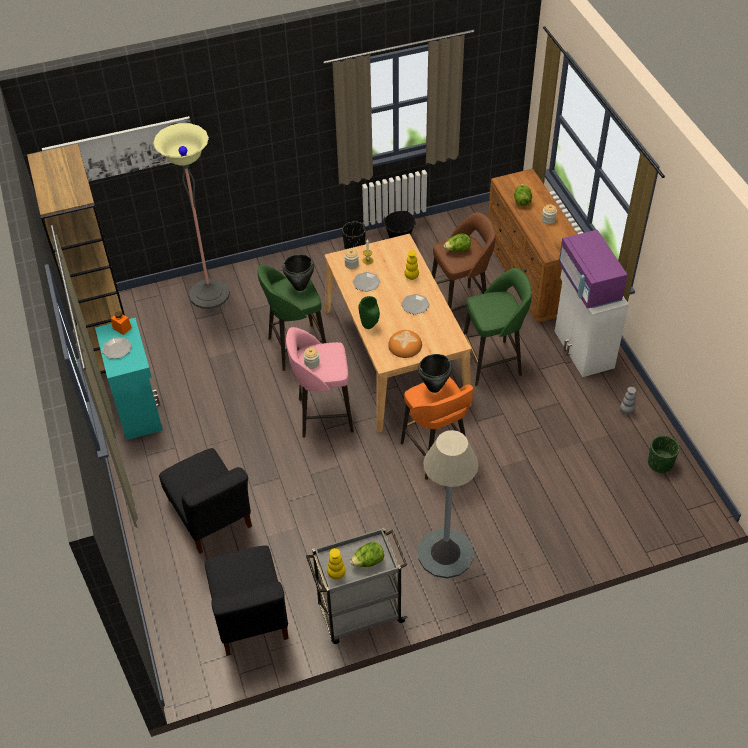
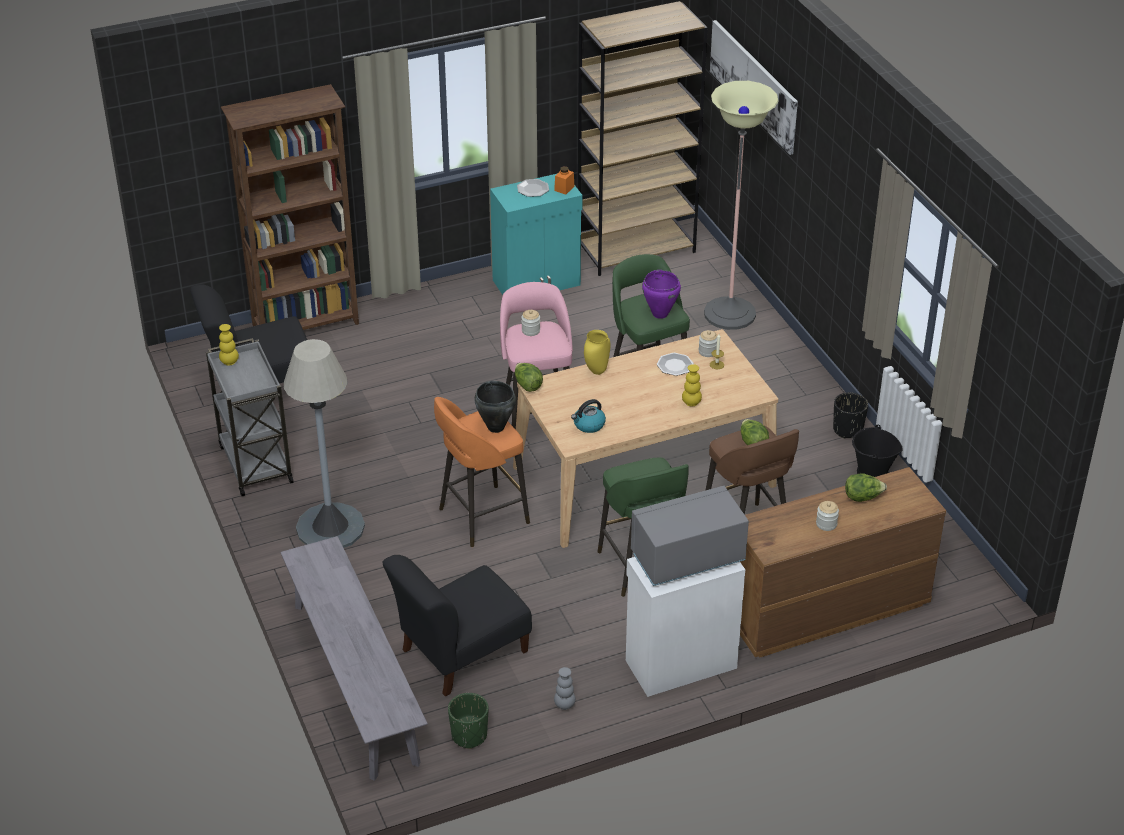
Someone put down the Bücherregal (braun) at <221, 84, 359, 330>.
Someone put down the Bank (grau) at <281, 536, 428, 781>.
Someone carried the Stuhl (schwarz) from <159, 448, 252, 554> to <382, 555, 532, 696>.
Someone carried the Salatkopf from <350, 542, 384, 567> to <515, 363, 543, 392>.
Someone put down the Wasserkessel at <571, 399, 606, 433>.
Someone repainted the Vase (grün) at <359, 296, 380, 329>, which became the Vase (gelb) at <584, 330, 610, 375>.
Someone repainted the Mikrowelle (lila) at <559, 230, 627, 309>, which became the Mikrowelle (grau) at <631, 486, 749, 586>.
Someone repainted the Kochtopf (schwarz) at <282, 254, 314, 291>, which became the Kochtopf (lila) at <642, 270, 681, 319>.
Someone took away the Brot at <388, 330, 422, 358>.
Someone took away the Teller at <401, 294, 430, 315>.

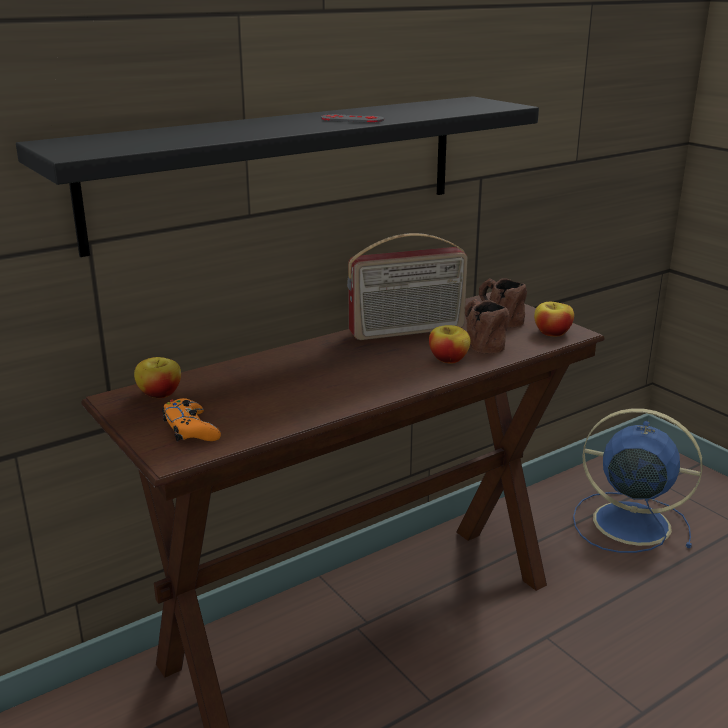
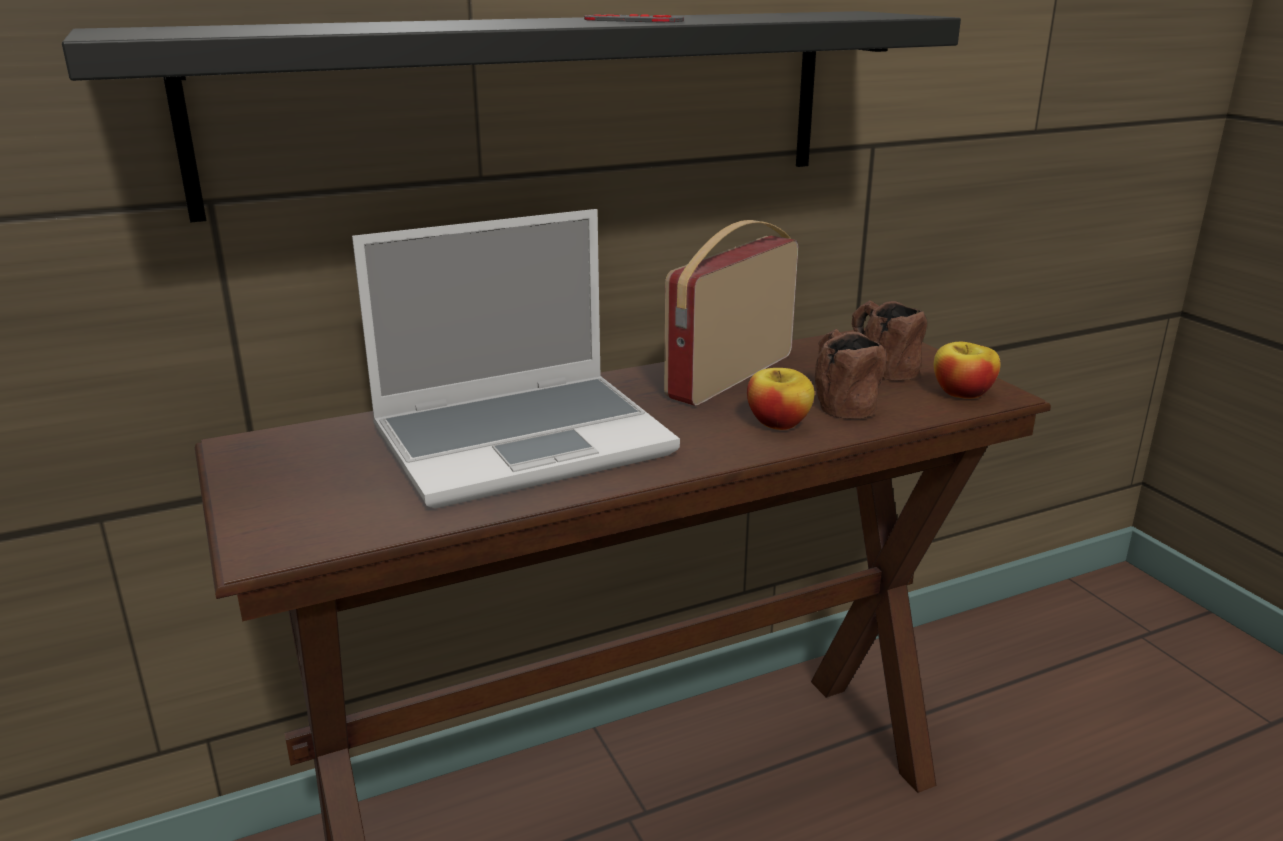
Someone put down the Laptop at <352, 209, 680, 509>.
Someone rotated the Radio at <347, 233, 468, 340> by 135 degrees clockwise.
Someone took away the Apfel at <134, 357, 181, 398>.
Someone took away the Gamepad (orange) at <162, 398, 221, 441>.
Someone took away the Ventilator (blau) at <573, 408, 703, 553>.

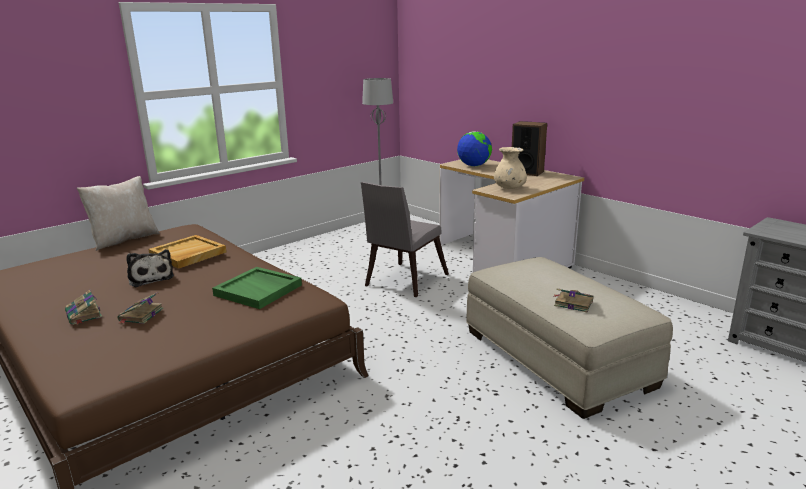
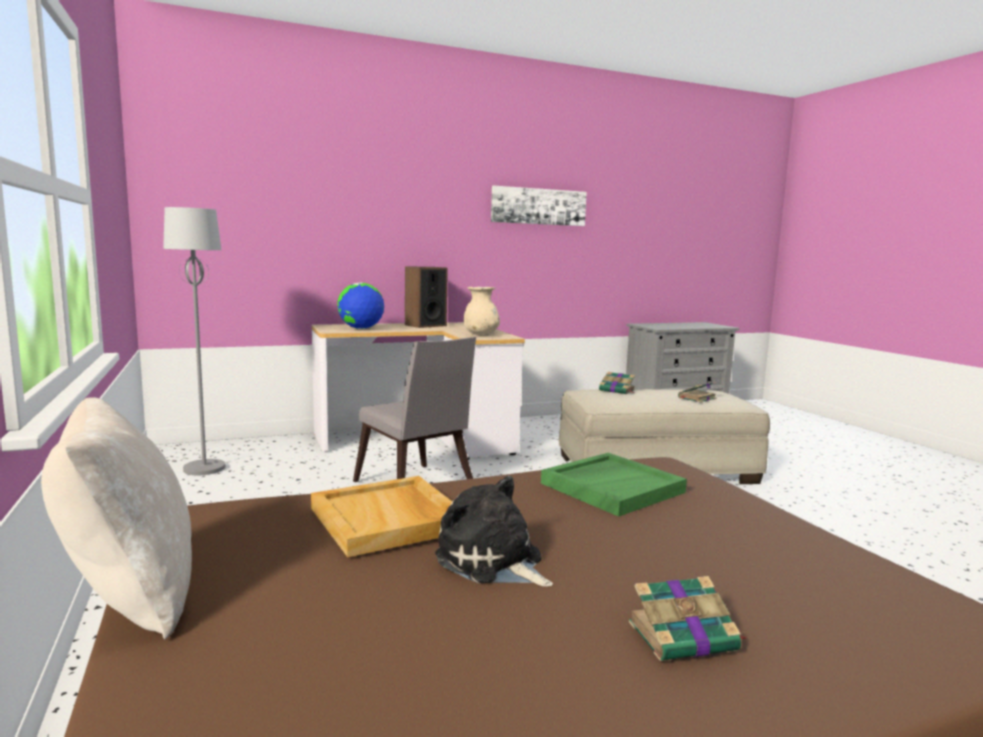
Someone rotated the Plüschtier at <127, 249, 174, 287> by 120 degrees counterclockwise.
Someone put up the Bild at <491, 186, 587, 226>.
Someone carried the Buch from <118, 292, 164, 324> to <599, 372, 635, 394>.

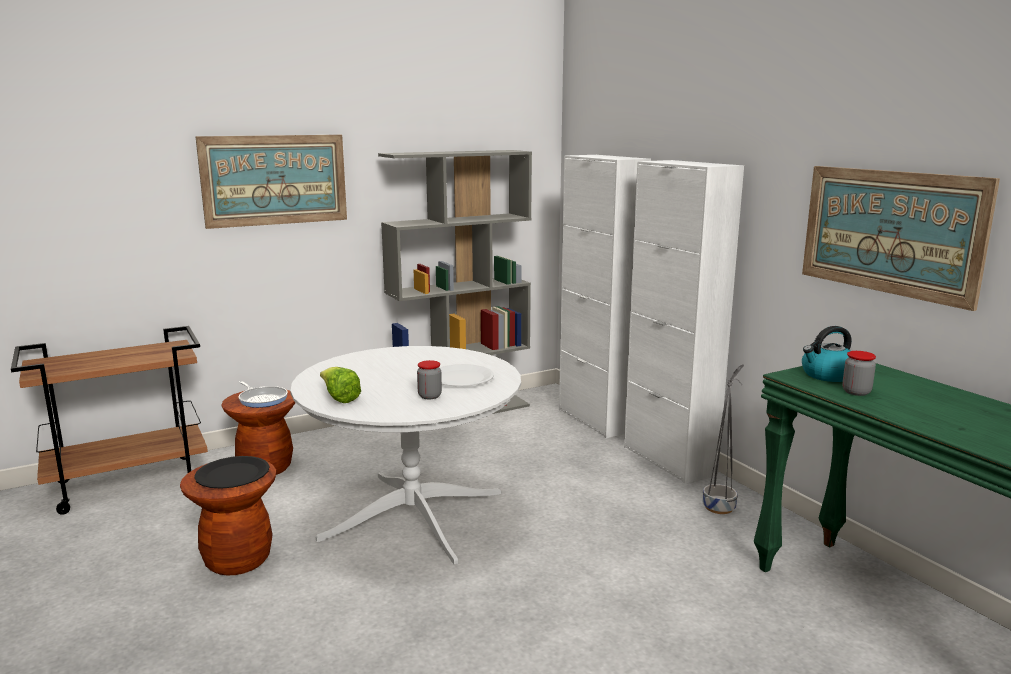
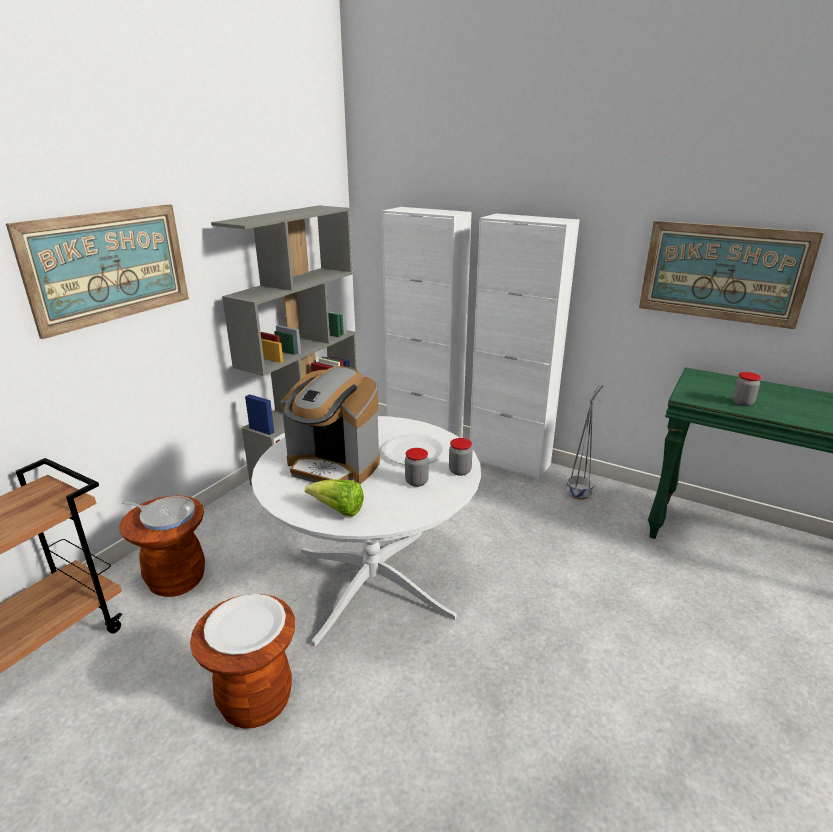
Someone repainted the Teller (schwarz) at <194, 456, 270, 489>, which became the Teller (weiß) at <204, 594, 286, 655>.
Someone put down the Kaffeemaschine at <281, 366, 380, 484>.
Someone put down the Vorratsglas at <449, 438, 473, 476>.
Someone took away the Wasserkessel at <802, 326, 852, 382>.

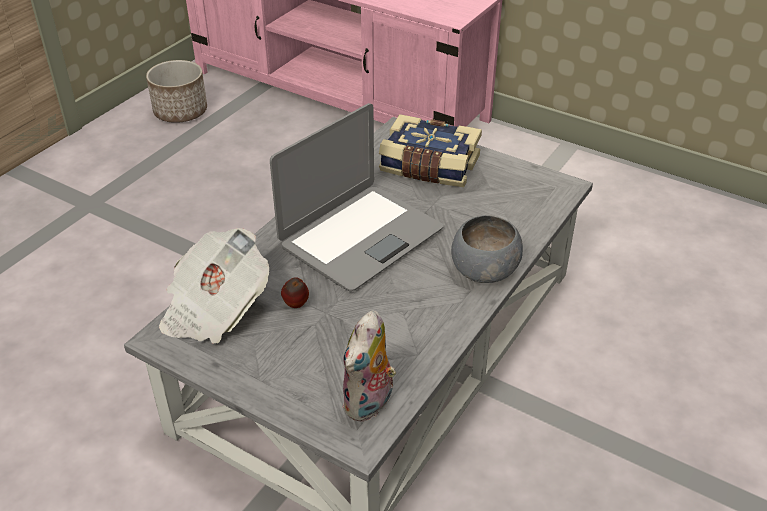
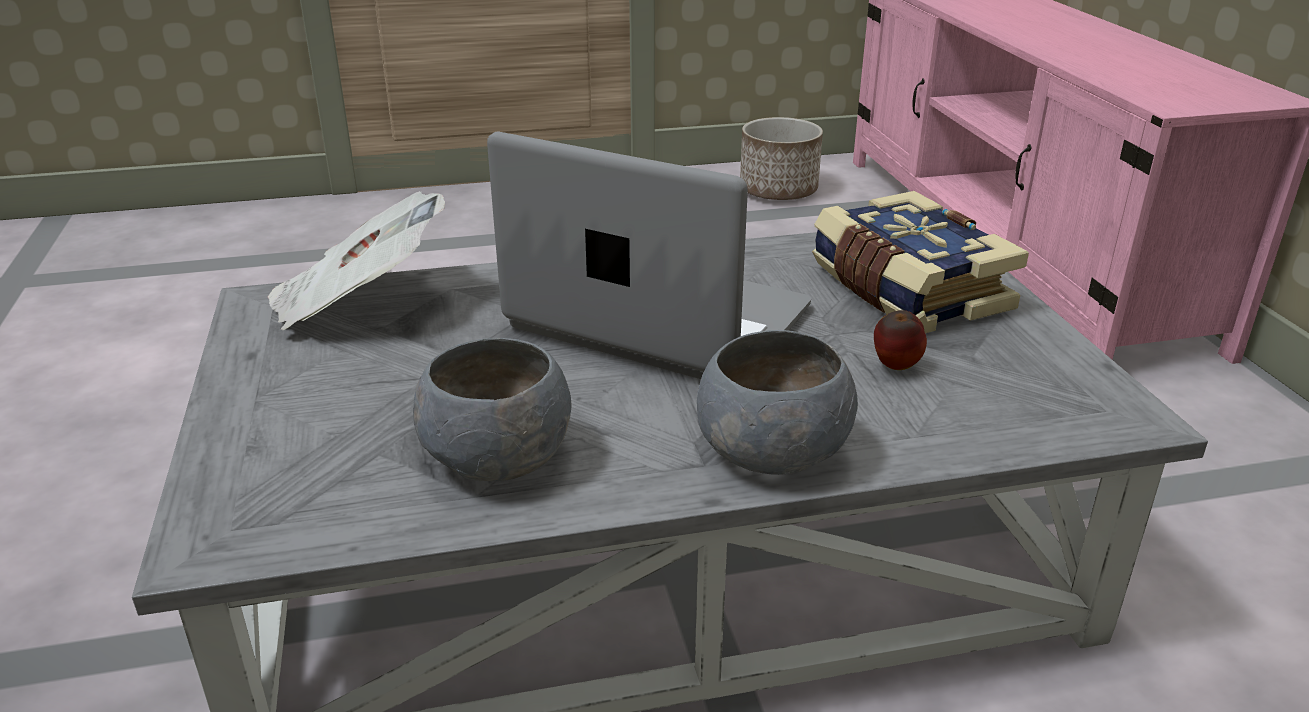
Someone put down the Schüssel (grau) at <413, 338, 572, 481>.
Someone rotated the Laptop at <270, 103, 444, 291> by 150 degrees counterclockwise.
Someone carried the Apfel from <281, 277, 309, 308> to <874, 310, 927, 370>.
Someone took away the Plüschtier at <342, 311, 396, 422>.

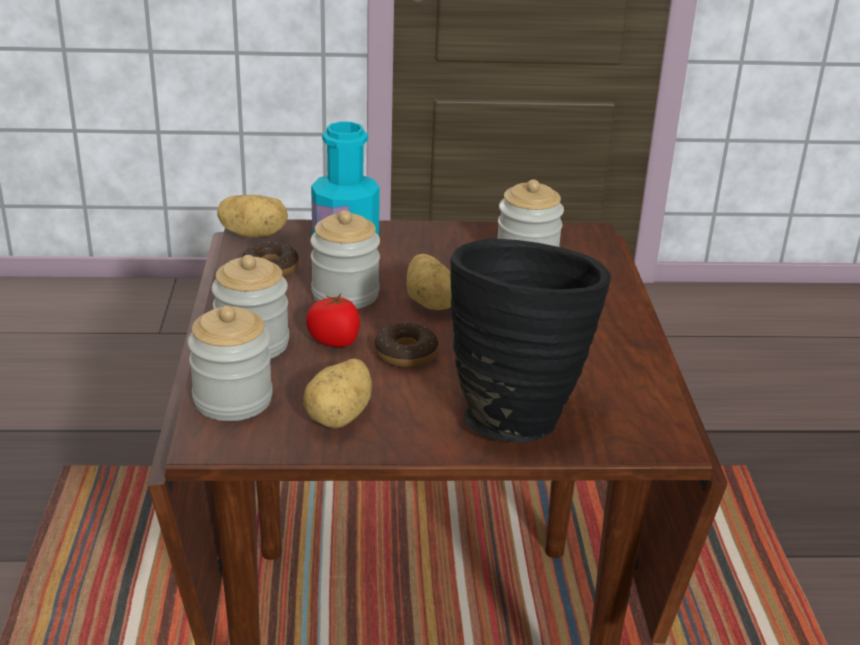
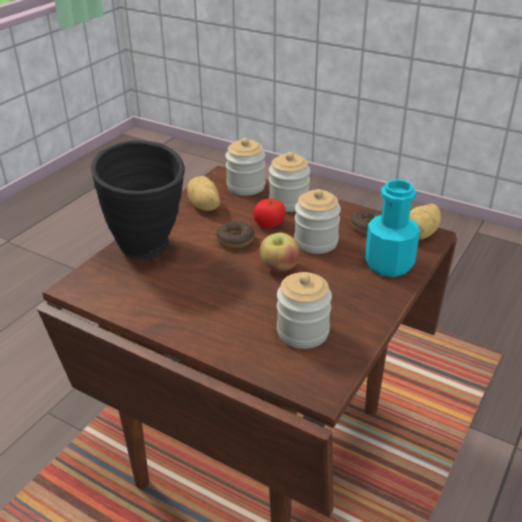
Someone swapped the Kartoffel at <406, 254, 452, 310> for the Apfel at <260, 233, 300, 272>.

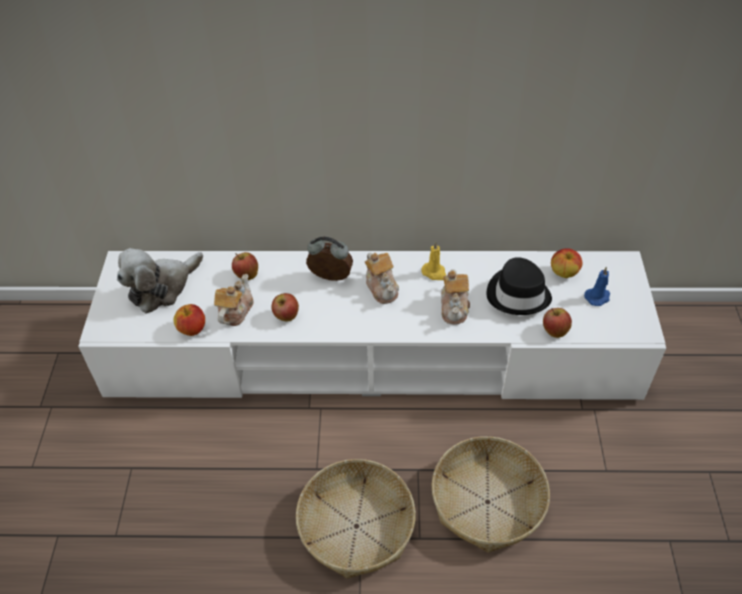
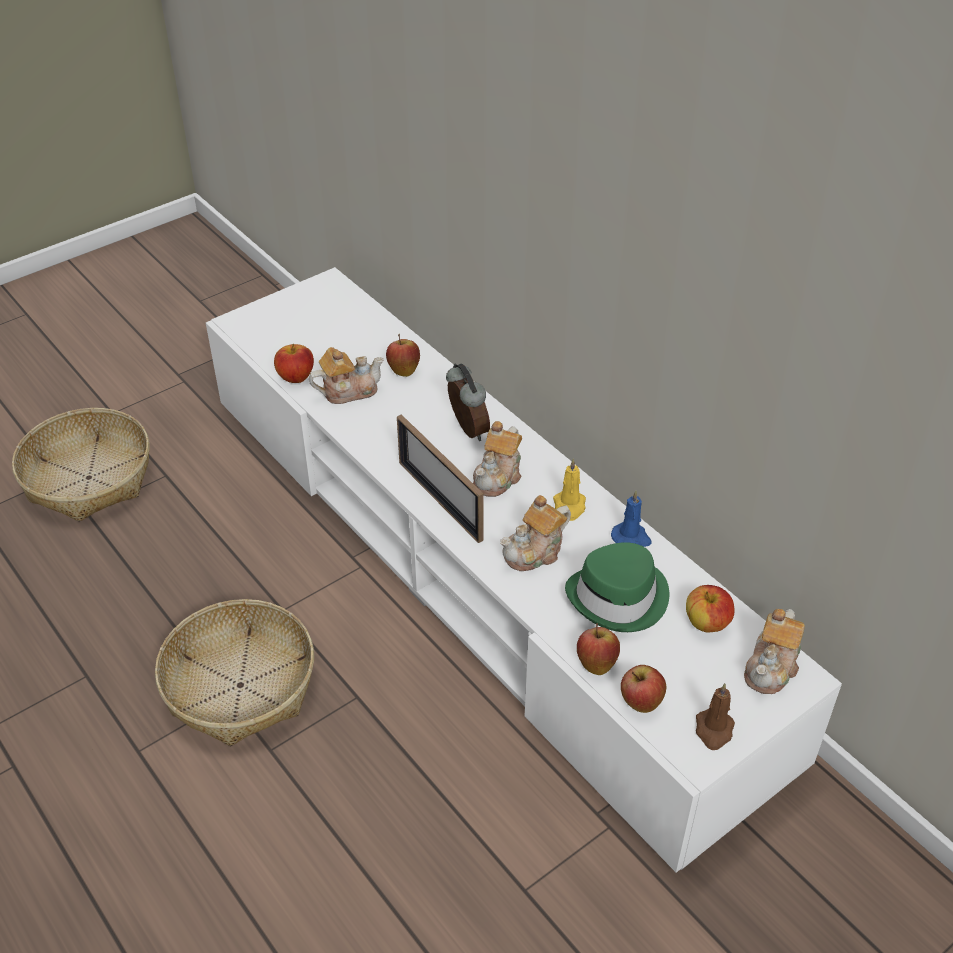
Someone carried the Korb from <432, 436, 550, 553> to <12, 408, 150, 521>.
Someone put down the Bilderrahmen at <397, 414, 484, 543>.
Someone repainted the Hut (schwarz) at <487, 257, 552, 315>, which became the Hut (grün) at <565, 542, 669, 632>.
Someone carried the Kerze (blau) from <584, 267, 610, 306> to <611, 491, 652, 547>.
Someone carried the Apfel from <271, 293, 299, 321> to <621, 665, 666, 713>.
Someone put down the Kerze (braun) at <696, 683, 735, 750>.
Someone put down the Teekanne at <744, 609, 805, 694>.
Someone took away the Plüschtier at <117, 248, 203, 313>.

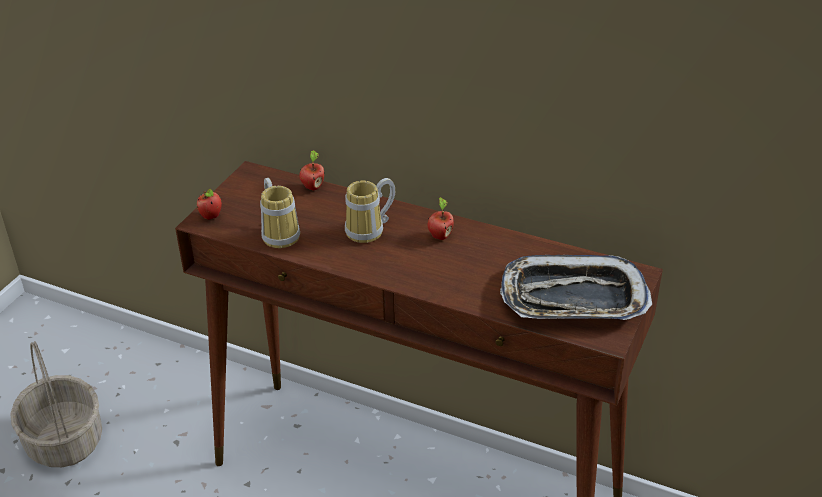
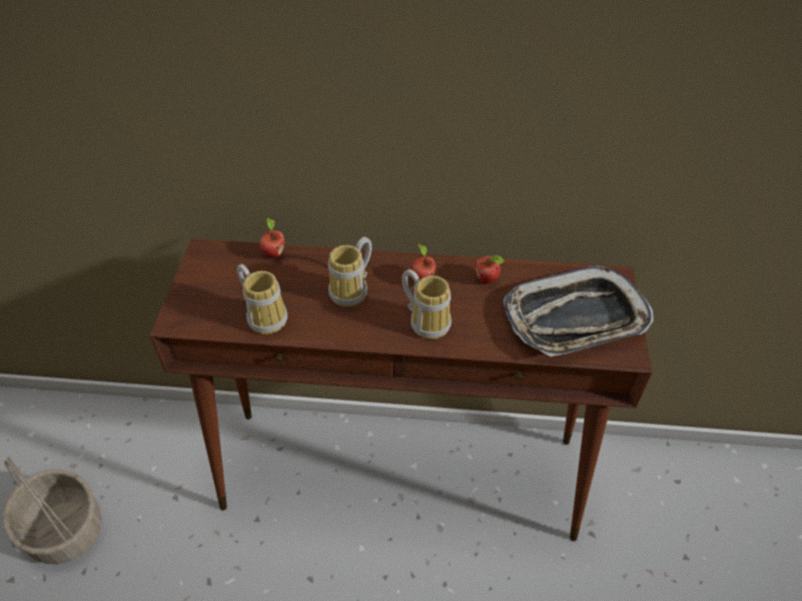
Someone put down the Henkelbecher at <402, 269, 451, 339>.
Someone carried the Apfel from <197, 189, 222, 220> to <475, 255, 505, 284>.

